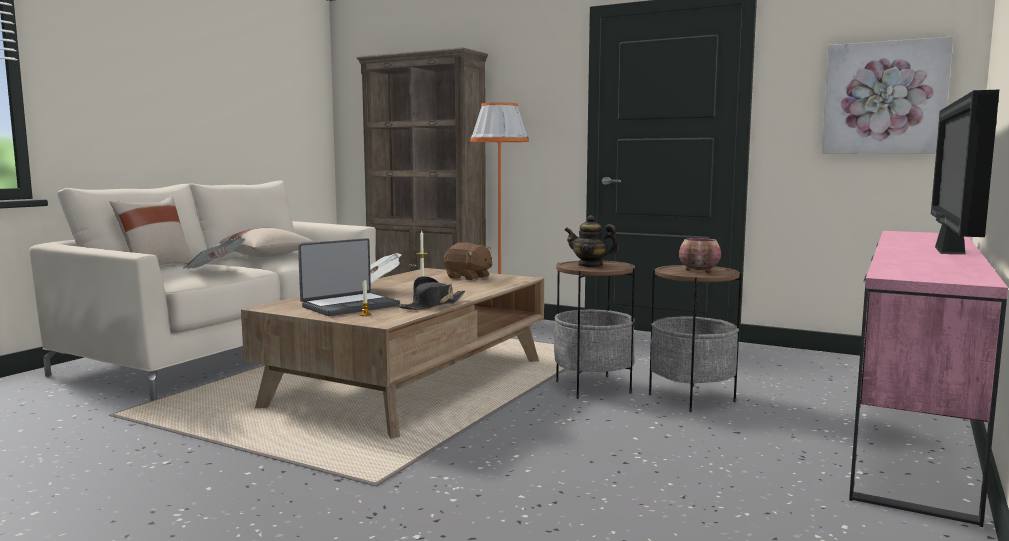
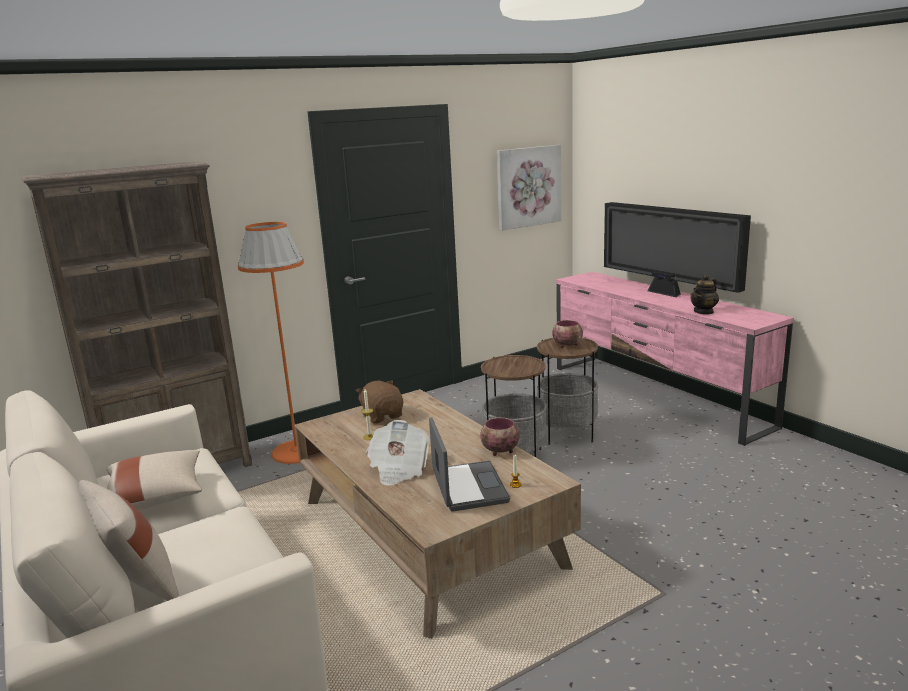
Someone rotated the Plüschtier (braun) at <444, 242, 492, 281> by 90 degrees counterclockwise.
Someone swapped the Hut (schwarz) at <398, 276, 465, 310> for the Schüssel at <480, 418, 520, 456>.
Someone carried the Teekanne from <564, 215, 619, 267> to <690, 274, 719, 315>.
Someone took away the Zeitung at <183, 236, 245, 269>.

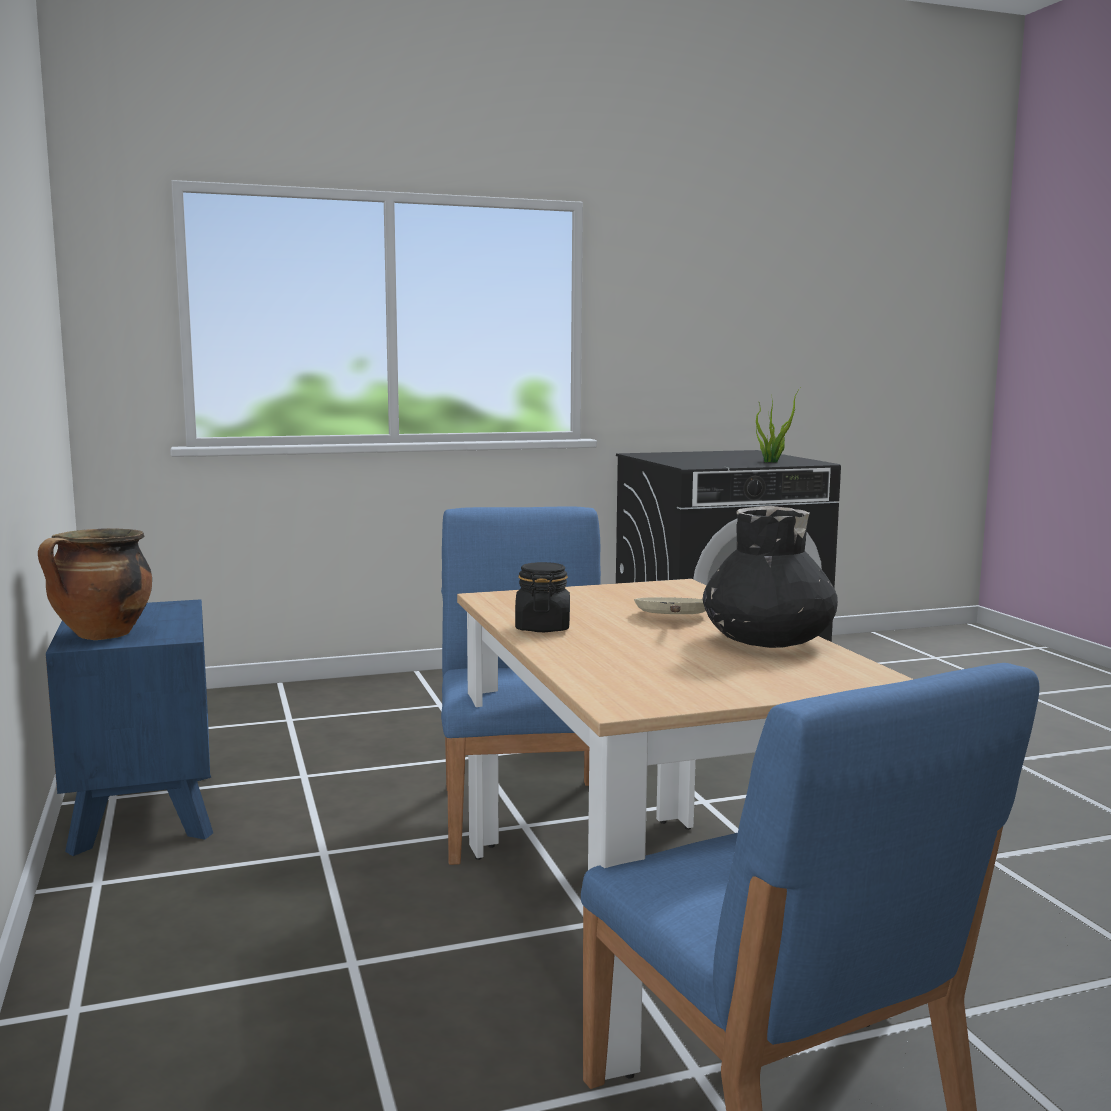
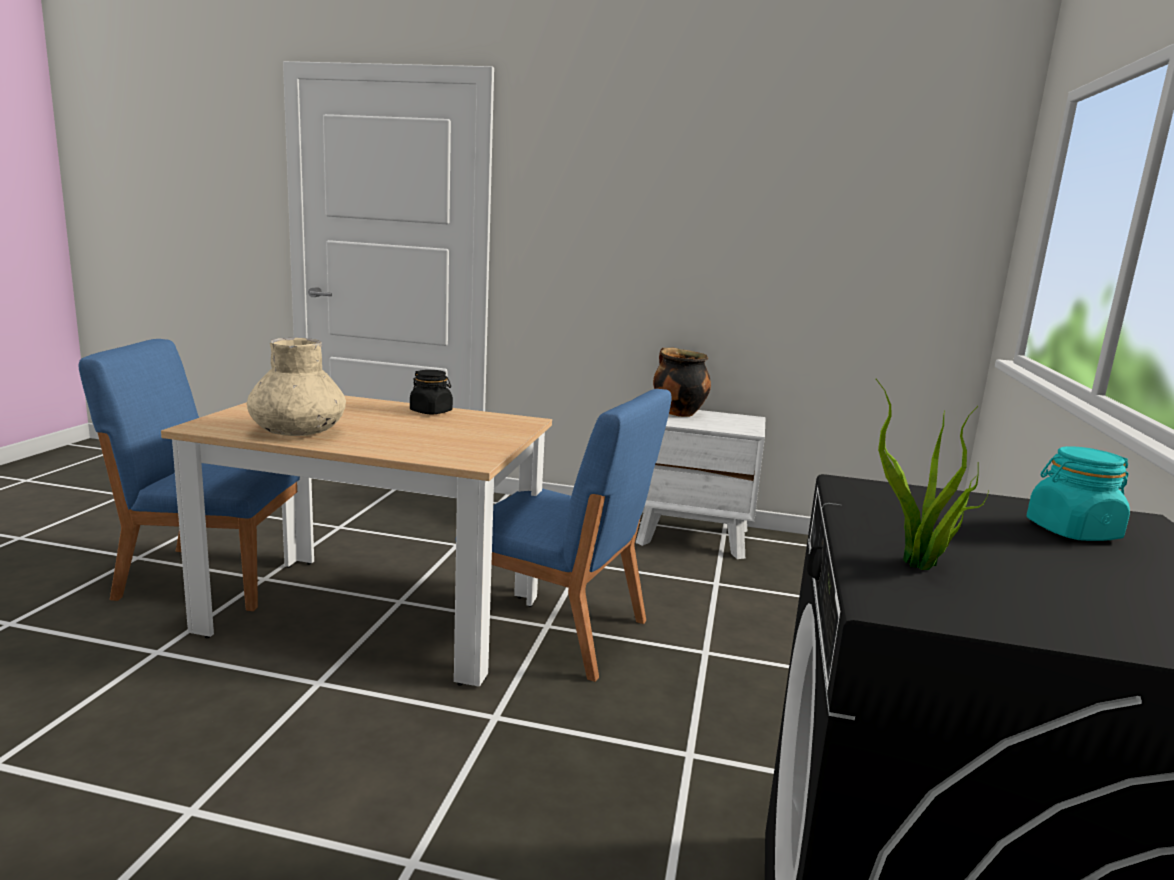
Someone repainted the Vase (schwarz) at <703, 506, 838, 648>, which became the Vase (beige) at <247, 338, 346, 436>.
Someone repainted the Nachttisch (blau) at <46, 599, 213, 856>, which became the Nachttisch (weiß) at <636, 410, 765, 559>.
Someone put down the Vorratsglas (türkis) at <1027, 446, 1130, 541>.
Someone took away the Pfanne (beige) at <634, 597, 706, 614>.

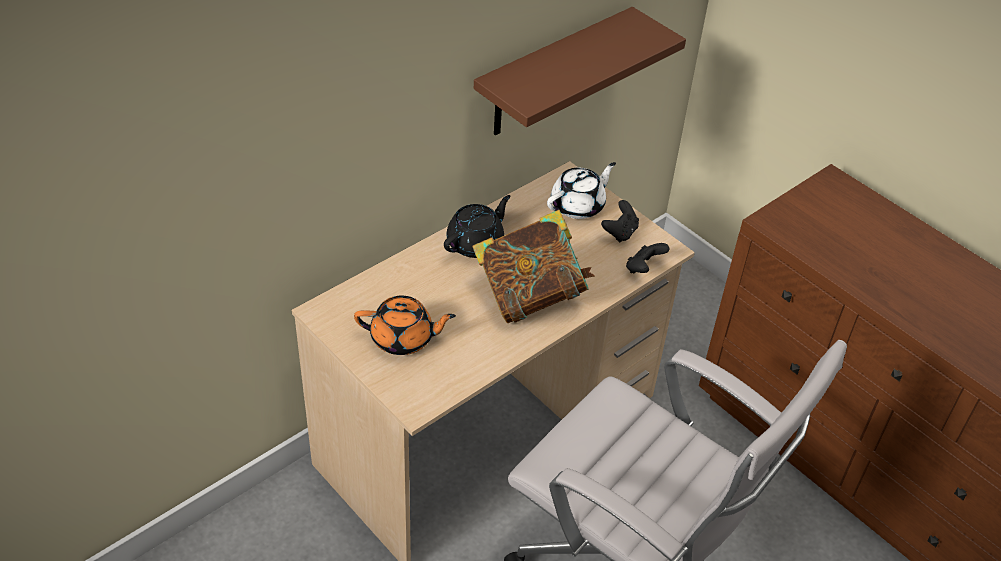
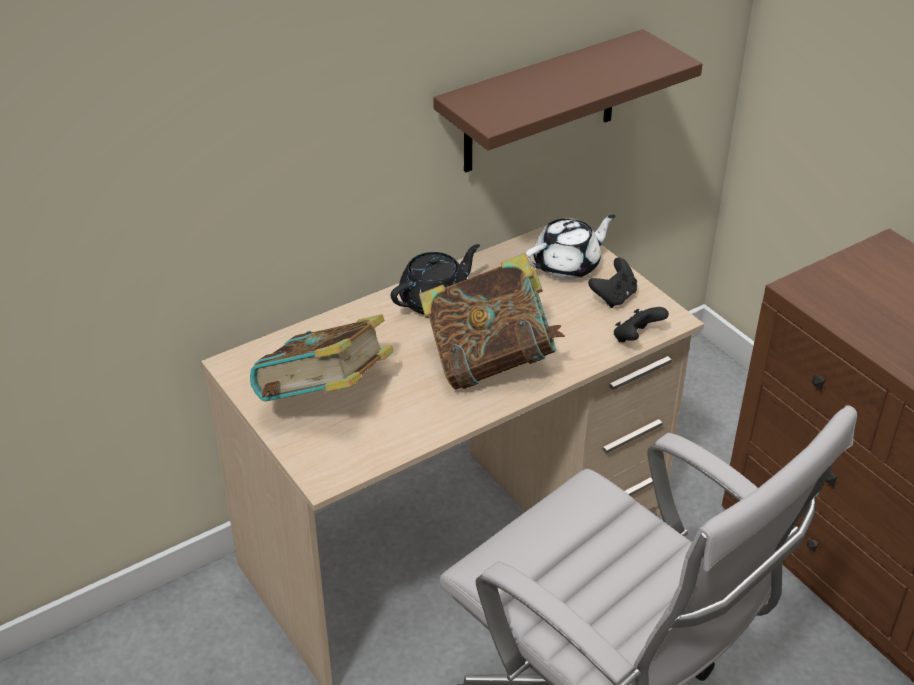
Someone swapped the Teekanne (orange) at <354, 296, 456, 355> for the Buch at <250, 314, 394, 402>.

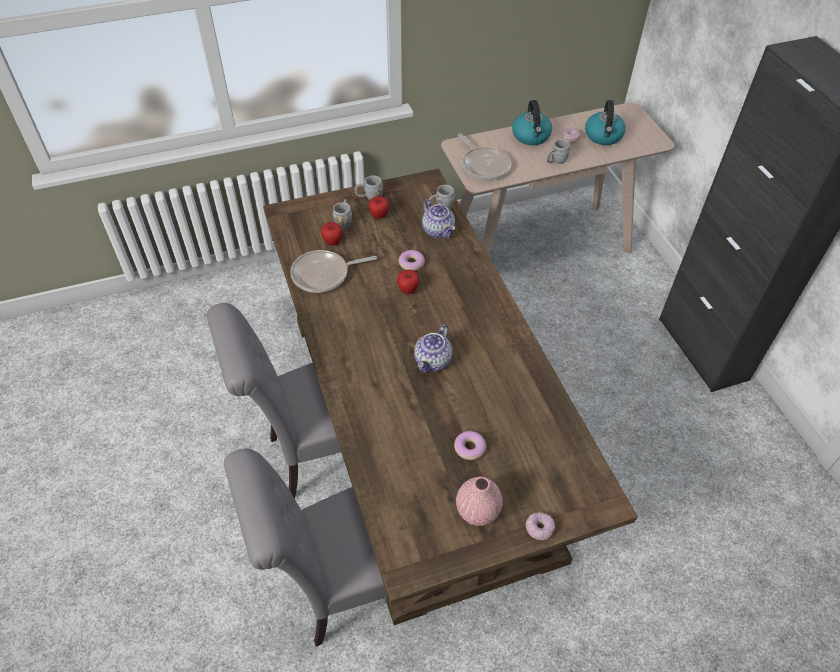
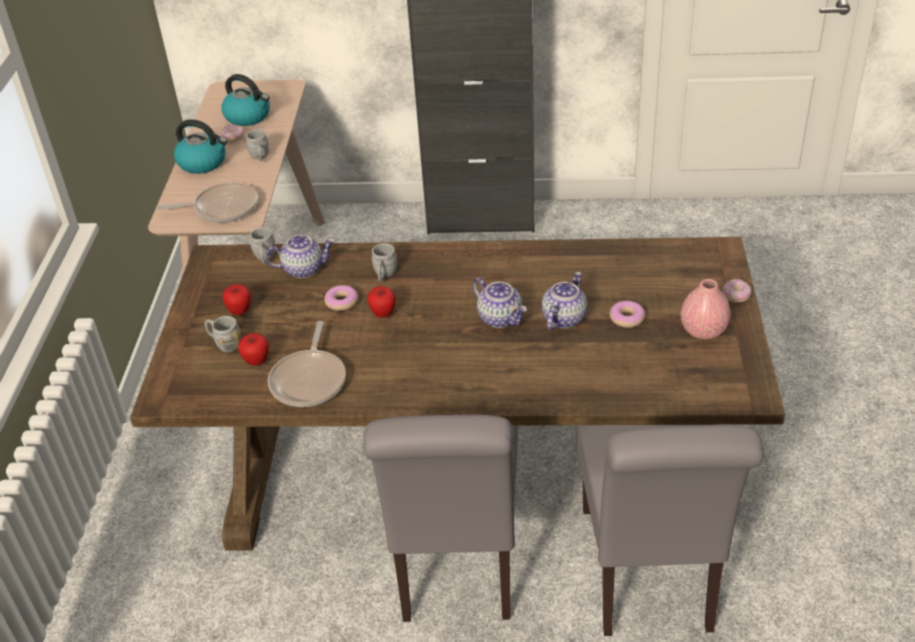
Someone carried the Henkelbecher (grau) from <355, 175, 383, 200> to <372, 243, 397, 282>.
Someone put down the Teekanne at <542, 272, 587, 330>.

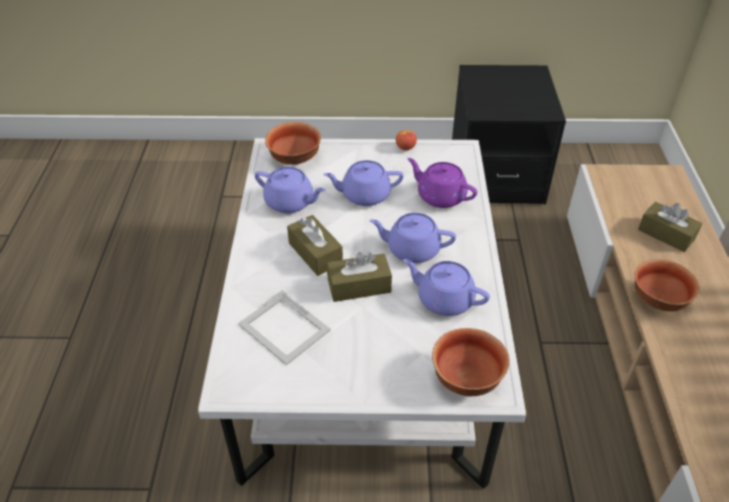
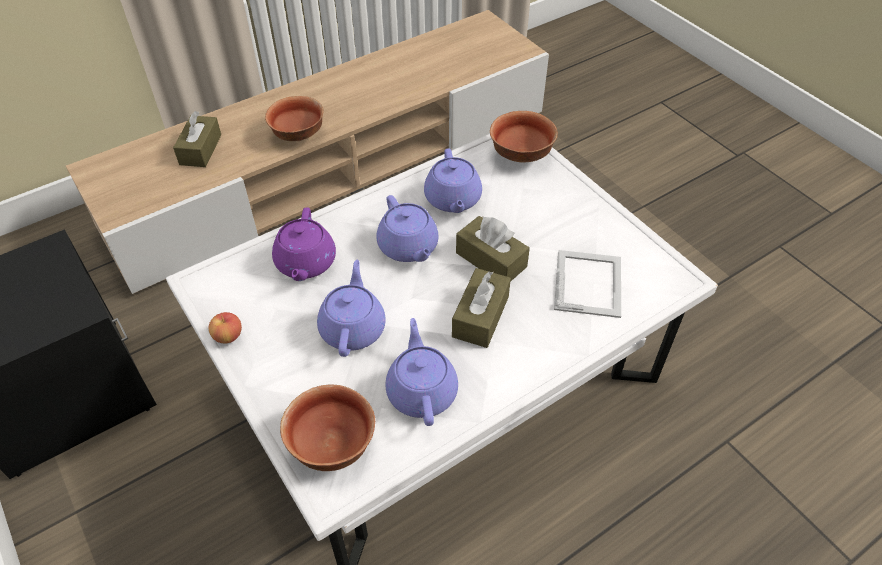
Someone rotated the Teekanne (lila) at <323, 160, 404, 206> by 135 degrees counterclockwise.

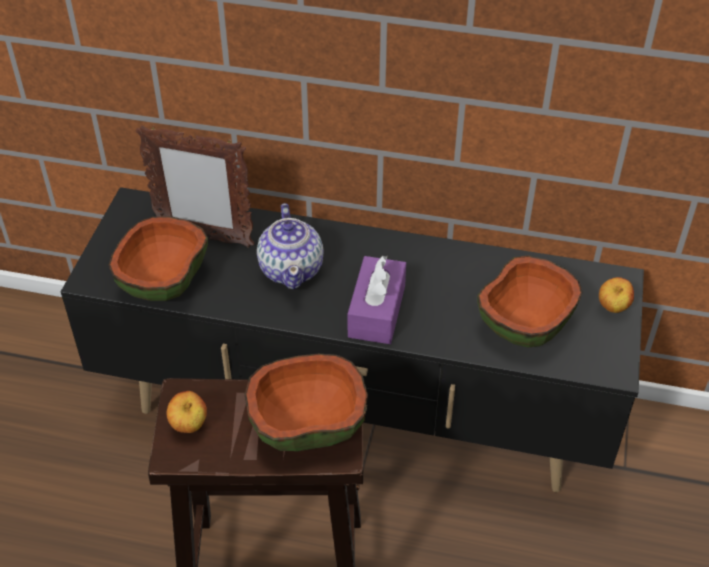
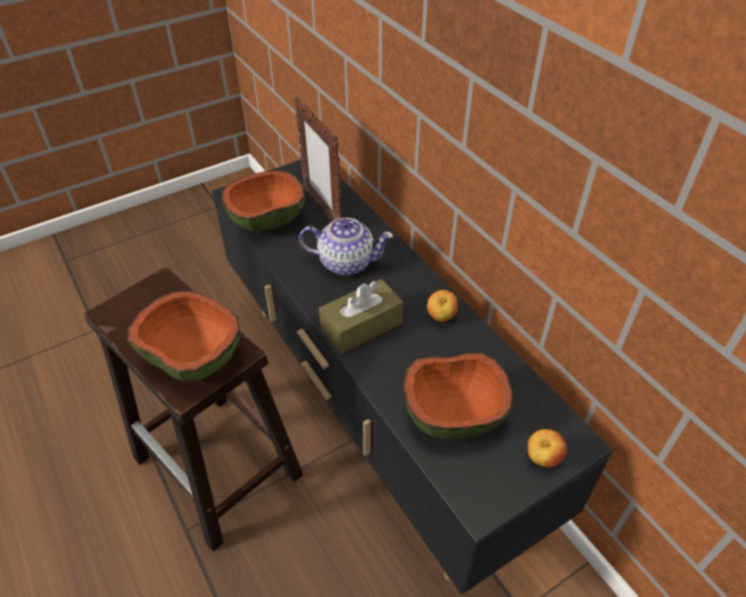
Someone rotated the Teekanne at <257, 203, 323, 289> by 120 degrees counterclockwise.
Someone repainted the Taschentuchbox (lila) at <348, 256, 406, 344>, which became the Taschentuchbox (braun) at <319, 279, 403, 354>.
Someone carried the Apfel from <167, 391, 207, 433> to <427, 290, 458, 322>.

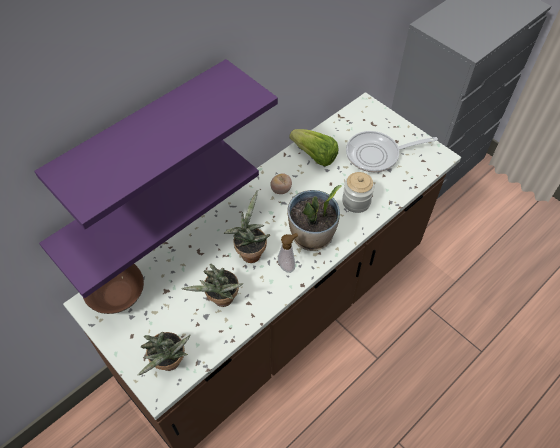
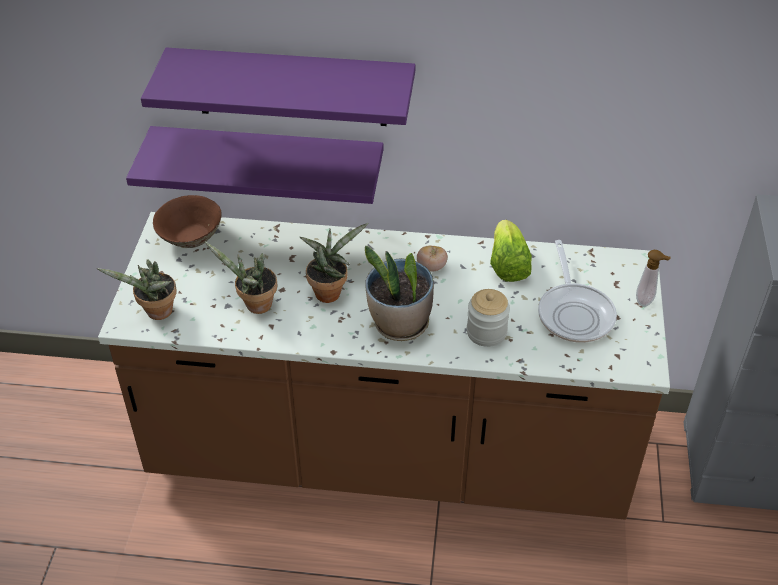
Someone rotated the Pfanne at <346, 131, 438, 172> by 135 degrees counterclockwise.
Someone carried the Seifenspender from <278, 233, 298, 273> to <636, 250, 671, 307>.

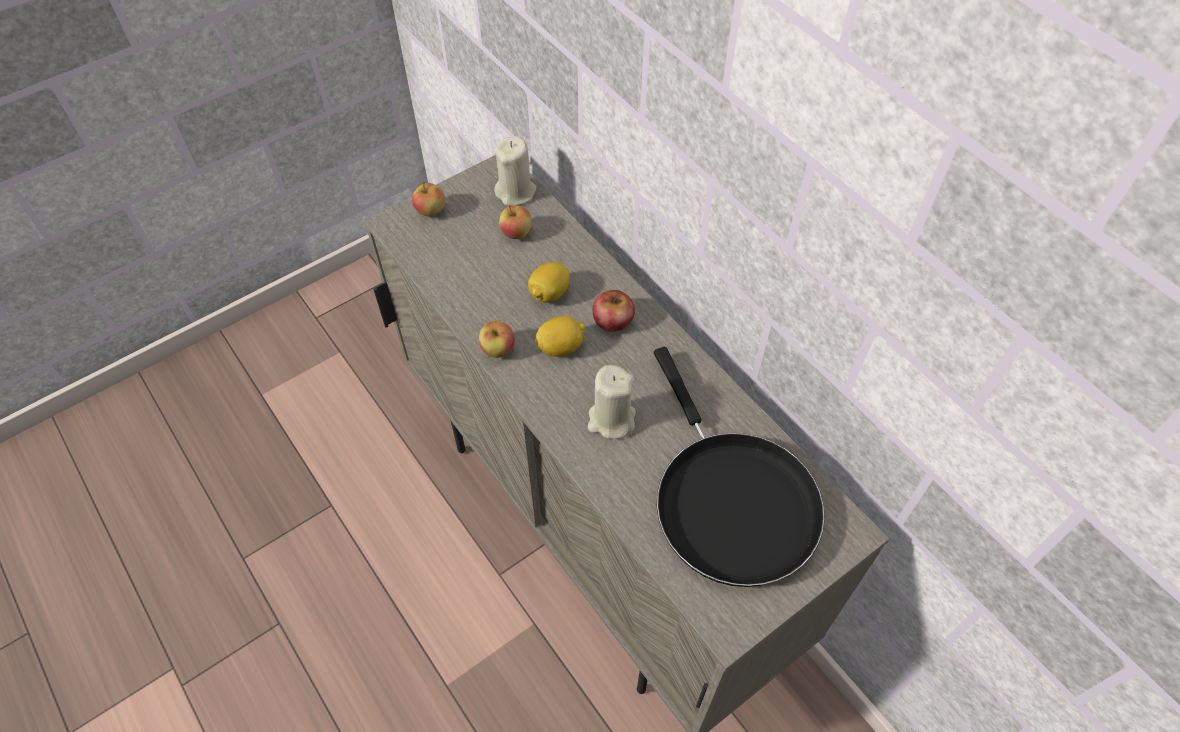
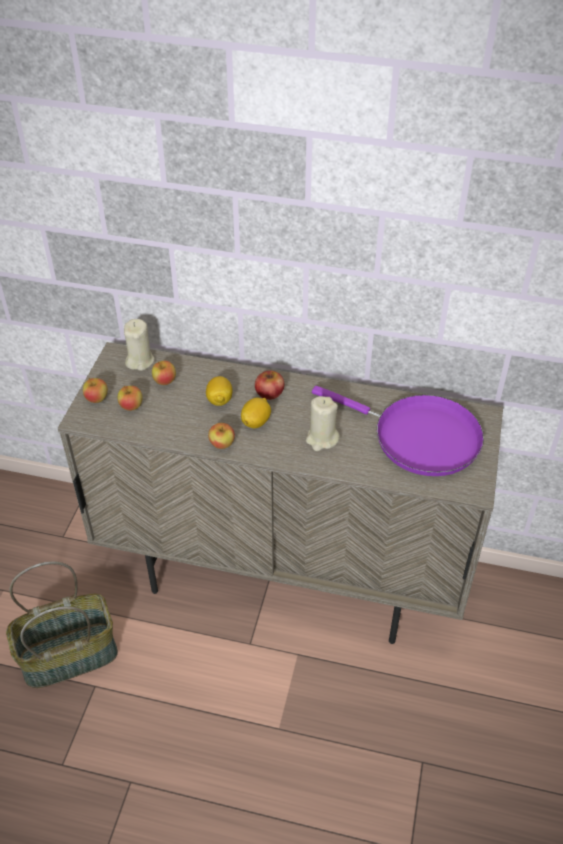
Someone put down the Korb at <6, 561, 118, 688>.
Someone put down the Apfel at <118, 386, 142, 411>.
Someone repainted the Pfanne (schwarz) at <654, 347, 825, 587>, which became the Pfanne (lila) at <312, 386, 484, 476>.

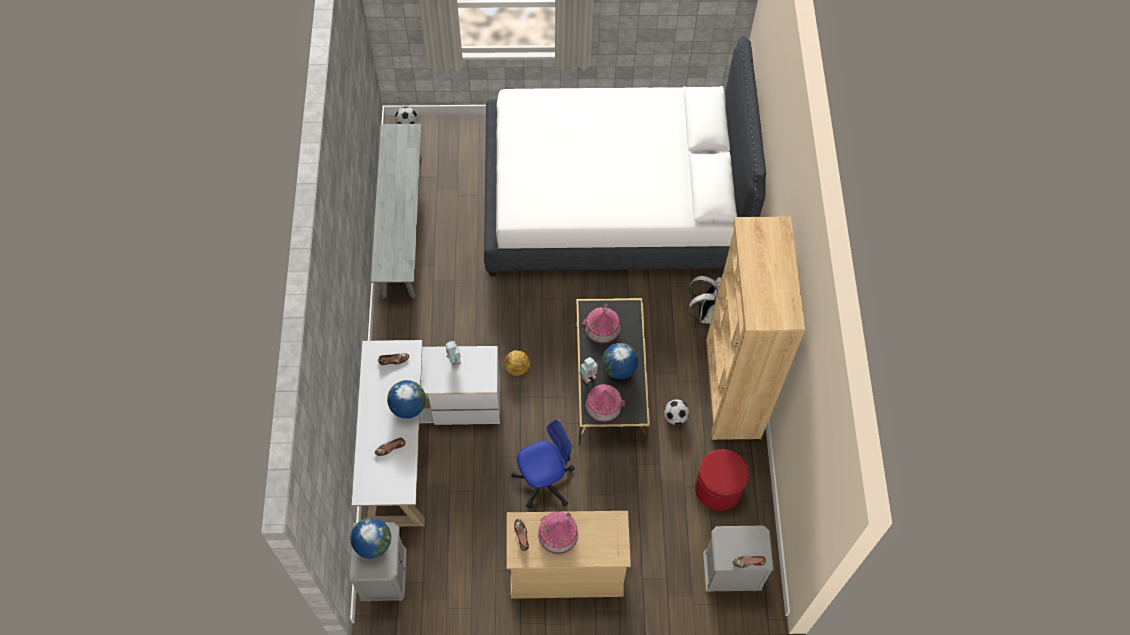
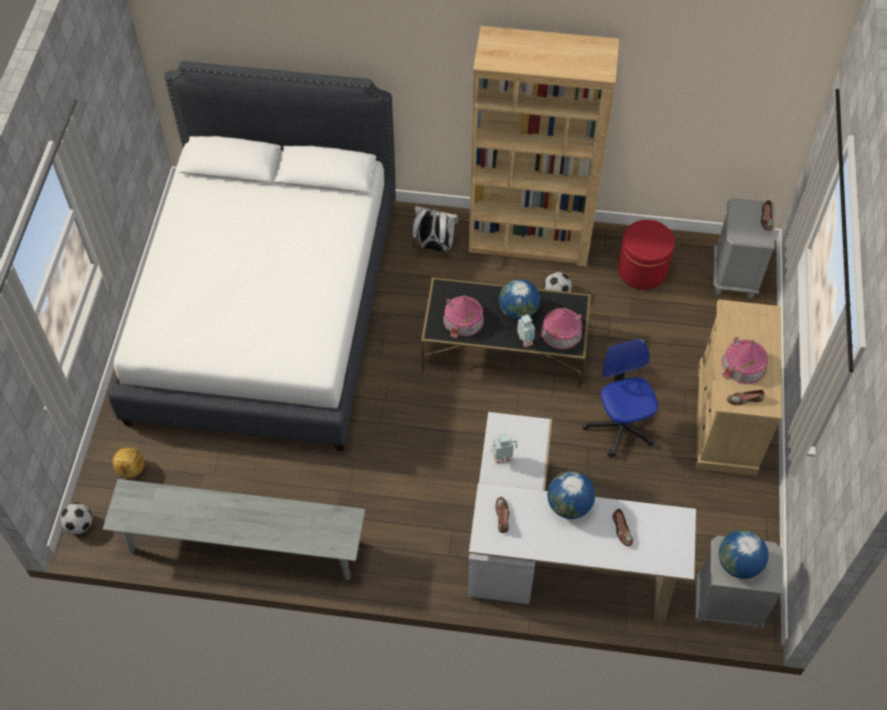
Someone carried the Fußball from <504, 350, 530, 376> to <112, 447, 144, 478>.

